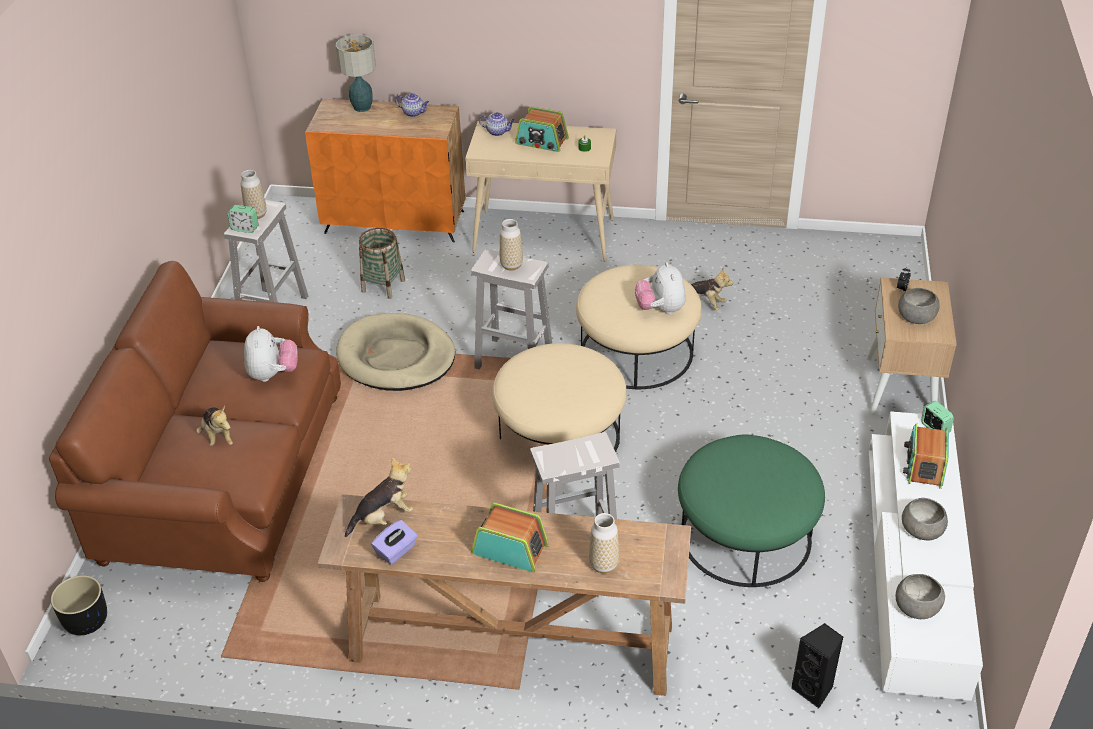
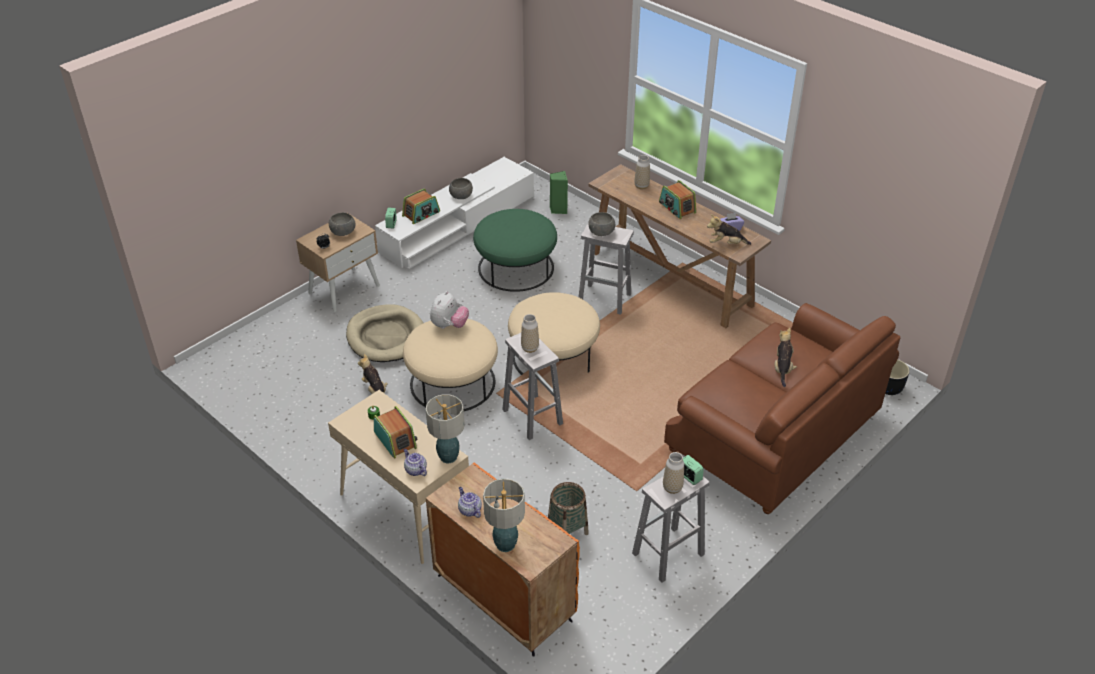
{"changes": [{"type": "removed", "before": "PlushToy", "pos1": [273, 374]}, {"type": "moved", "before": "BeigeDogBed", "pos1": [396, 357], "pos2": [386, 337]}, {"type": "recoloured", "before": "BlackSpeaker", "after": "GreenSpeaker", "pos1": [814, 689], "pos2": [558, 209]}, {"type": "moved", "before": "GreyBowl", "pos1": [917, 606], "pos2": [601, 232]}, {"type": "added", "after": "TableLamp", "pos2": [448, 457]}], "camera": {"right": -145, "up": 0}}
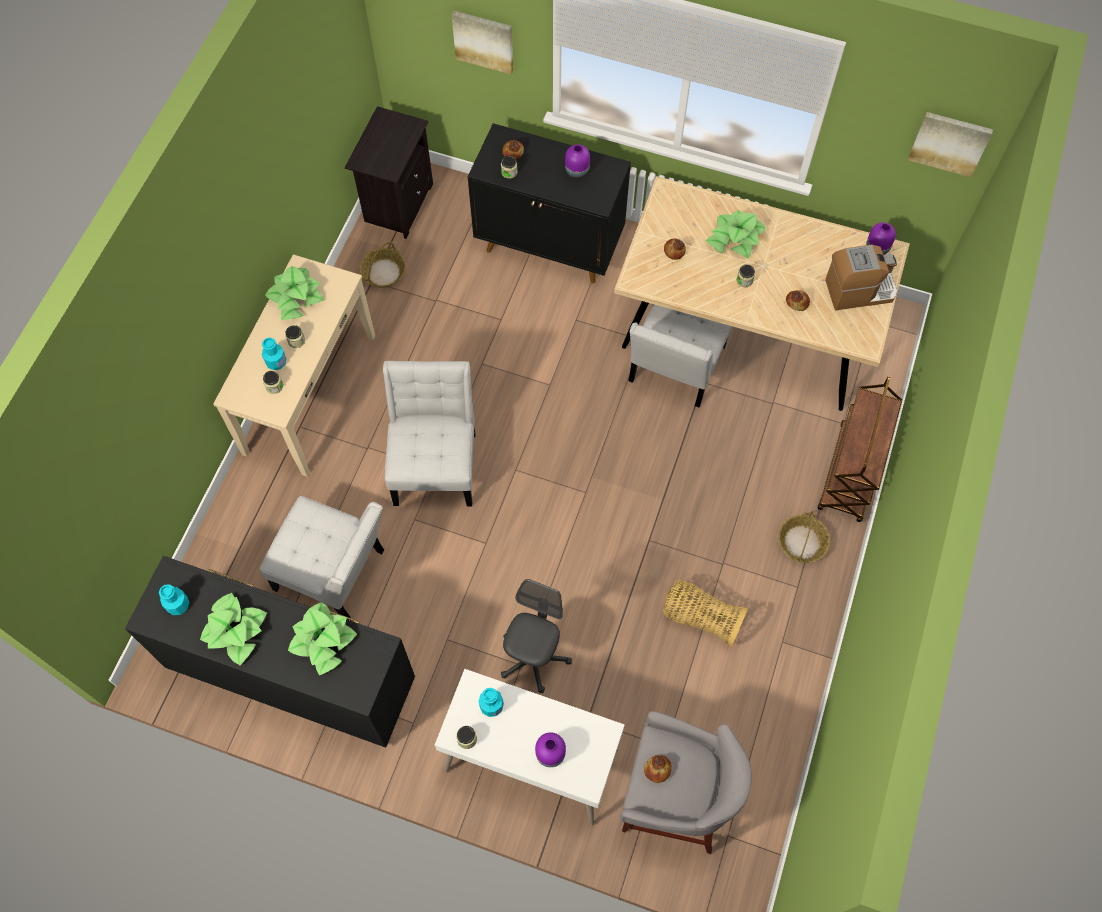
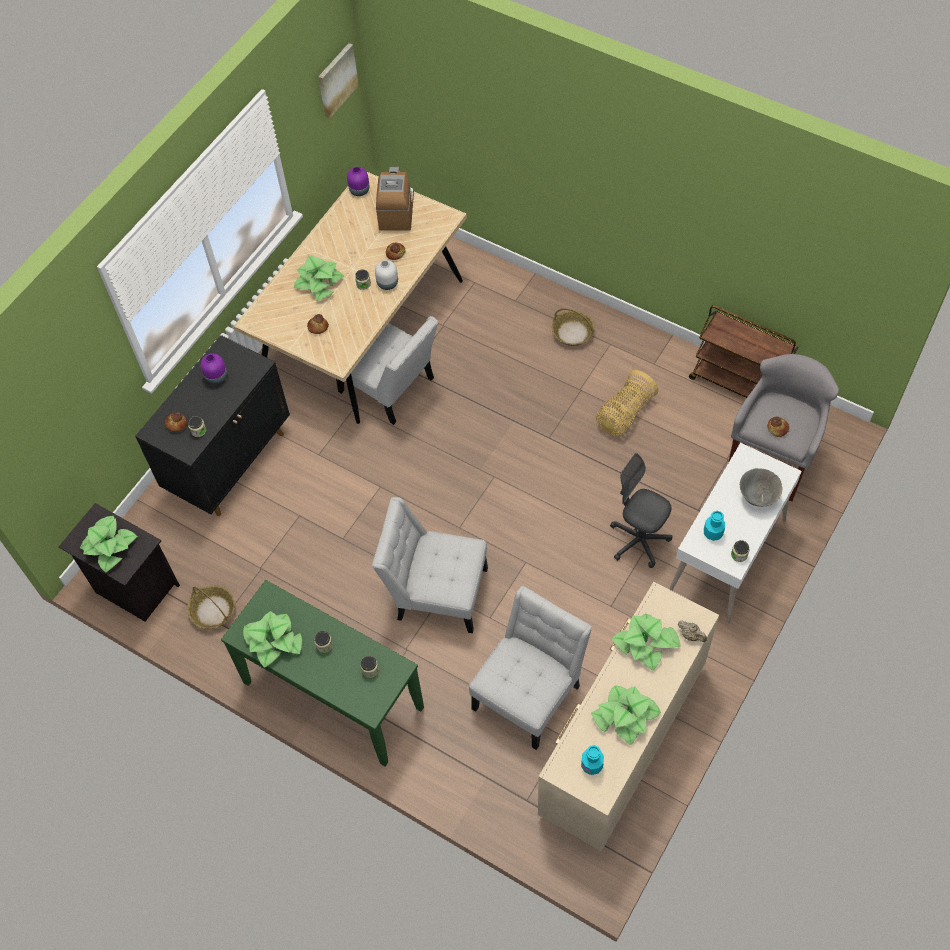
{"changes": [{"type": "recoloured", "before": "BlackDresser", "after": "BeigeDresser", "pos1": [291, 673], "pos2": [621, 741]}, {"type": "recoloured", "before": "BeigeConsoleTable", "after": "GreenConsoleTable", "pos1": [309, 393], "pos2": [332, 695]}, {"type": "removed", "before": "TurquoiseBottle", "pos1": [276, 362]}, {"type": "removed", "before": "Picture", "pos1": [483, 41]}, {"type": "replaced", "before": "PurpleVase", "after": "GreyBowl", "pos1": [550, 753], "pos2": [757, 496]}, {"type": "moved", "before": "BrownCart", "pos1": [850, 473], "pos2": [738, 383]}, {"type": "added", "after": "PottedPlant", "pos2": [109, 545]}, {"type": "added", "after": "WhiteVase", "pos2": [387, 283]}, {"type": "added", "after": "BeigeTeapot", "pos2": [691, 635]}], "camera": {"right": -75, "up": -5}}
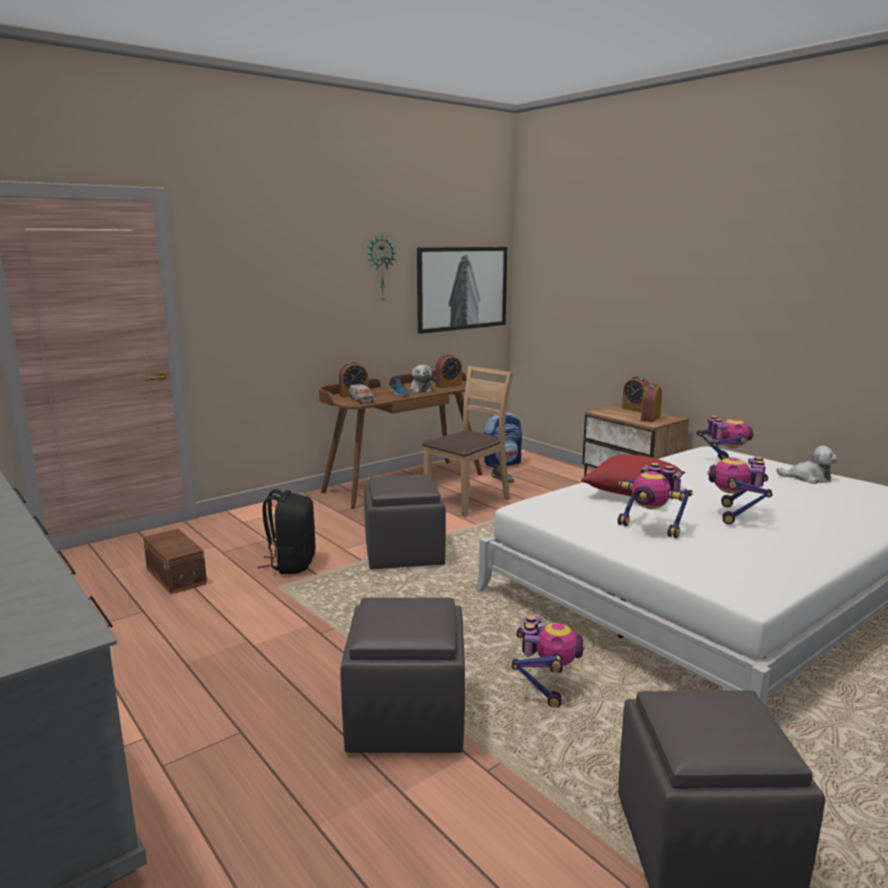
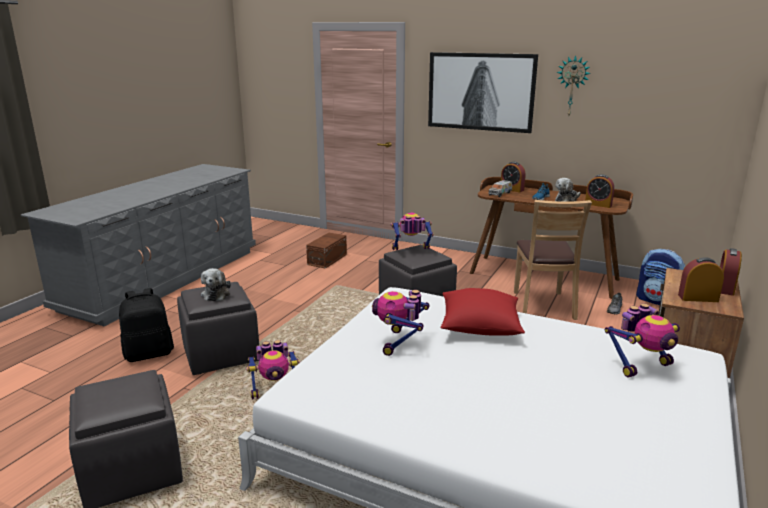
{"changes": [{"type": "moved", "before": "BlackBackpack", "pos1": [291, 564], "pos2": [149, 354]}, {"type": "moved", "before": "Picture", "pos1": [462, 288], "pos2": [481, 91]}, {"type": "turned", "before": "BrownChair", "pos1": [467, 500], "pos2": [543, 306], "turn": 75}, {"type": "moved", "before": "ToyRobot", "pos1": [736, 515], "pos2": [411, 251]}, {"type": "moved", "before": "PlushToy", "pos1": [808, 478], "pos2": [216, 294]}], "camera": {"right": 65, "up": 5}}
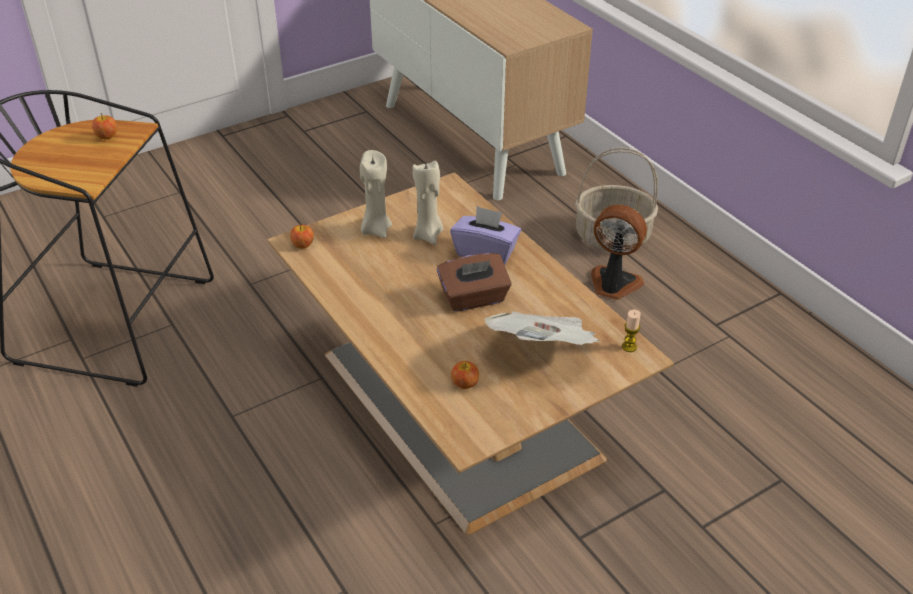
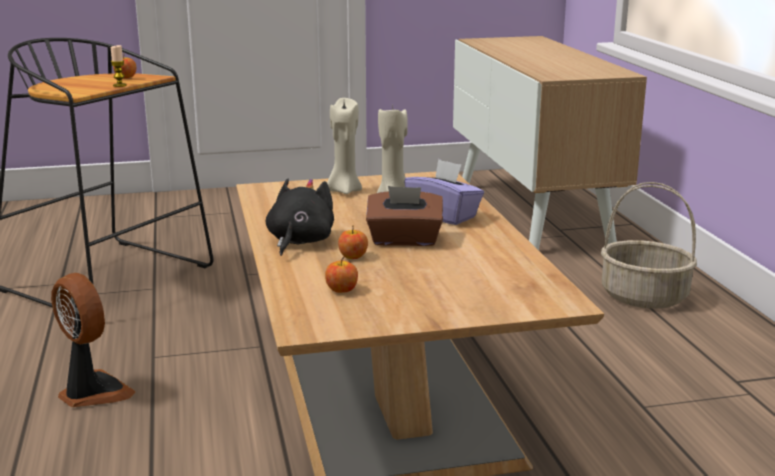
{"changes": [{"type": "moved", "before": "Apple", "pos1": [303, 245], "pos2": [353, 257]}, {"type": "removed", "before": "Newspaper", "pos1": [543, 350]}, {"type": "moved", "before": "Fan", "pos1": [613, 285], "pos2": [92, 393]}, {"type": "moved", "before": "Candle", "pos1": [629, 347], "pos2": [119, 85]}, {"type": "added", "after": "BlackPlushToy", "pos2": [299, 241]}], "camera": {"right": 20, "up": -20}}
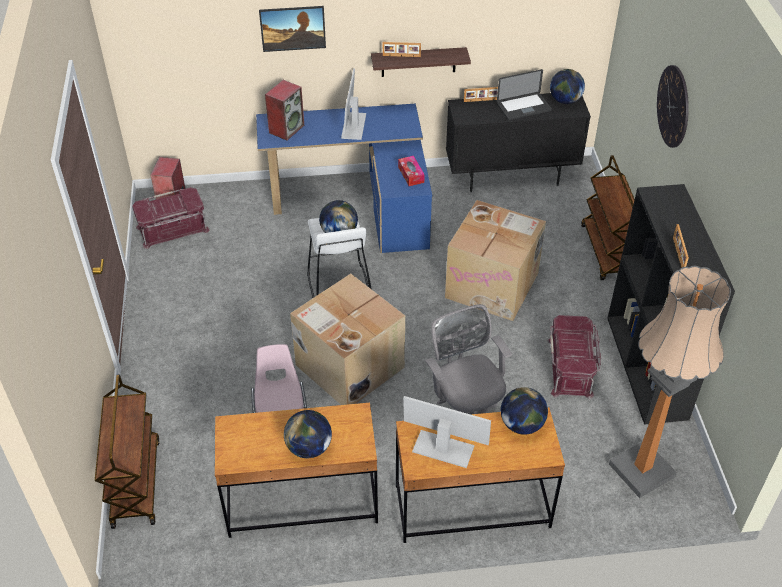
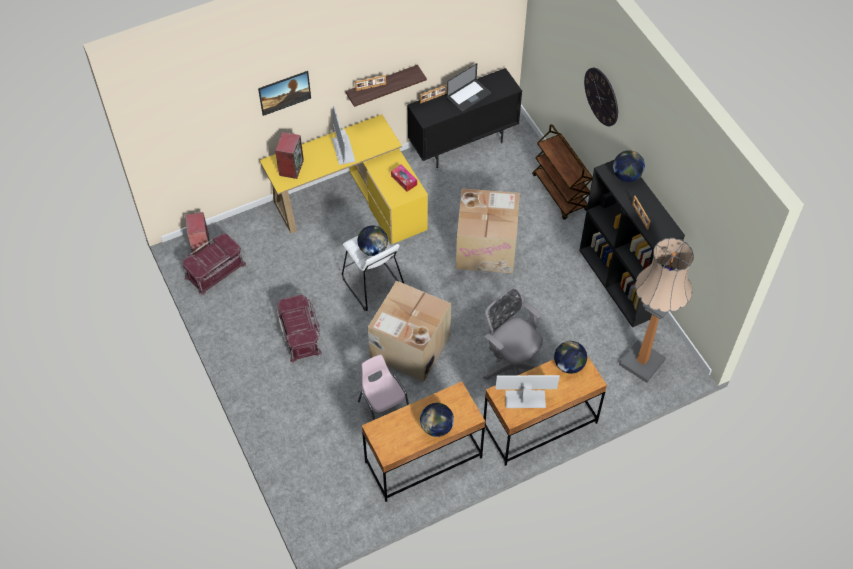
{"changes": [{"type": "removed", "before": "BrownCart", "pos1": [135, 482]}, {"type": "recoloured", "before": "BlueDesk", "after": "YellowDesk", "pos1": [358, 202], "pos2": [353, 202]}, {"type": "moved", "before": "RedStorageBox", "pos1": [571, 367], "pos2": [300, 334]}, {"type": "moved", "before": "Globe", "pos1": [565, 100], "pos2": [626, 176]}], "camera": {"right": -20, "up": 10}}
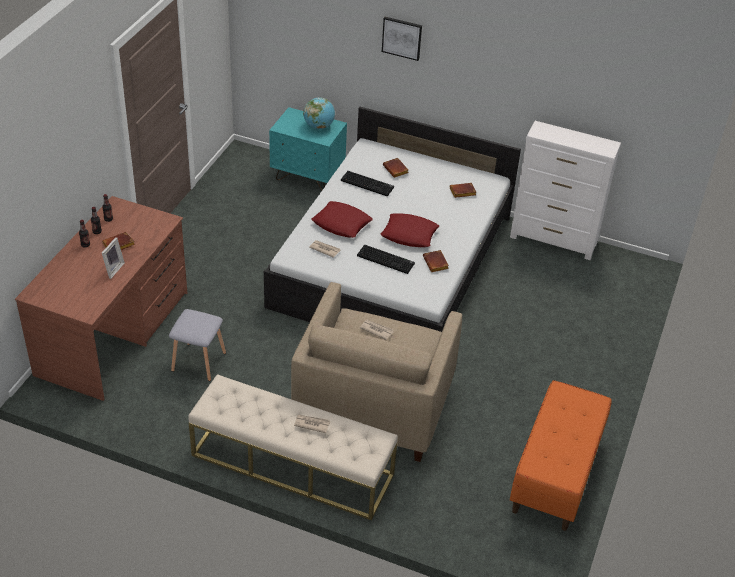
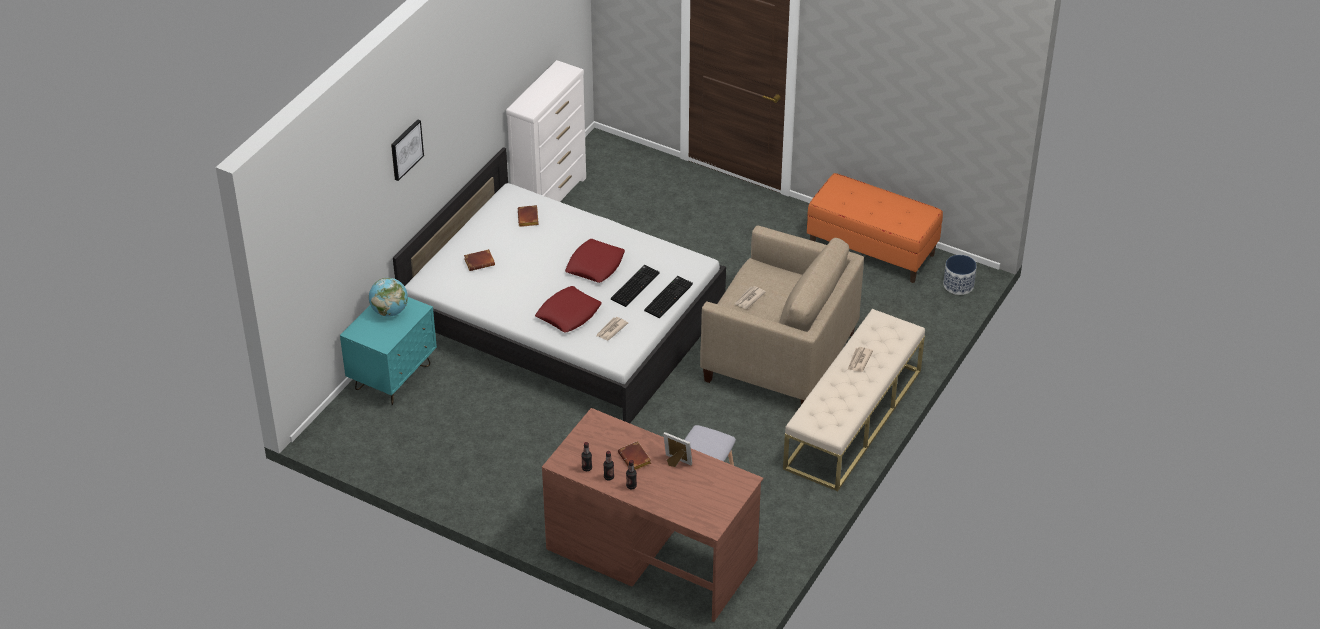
{"changes": [{"type": "moved", "before": "Keyboard", "pos1": [368, 184], "pos2": [668, 297]}, {"type": "removed", "before": "BrownBook", "pos1": [436, 263]}, {"type": "added", "after": "Planter", "pos2": [958, 285]}], "camera": {"right": -80, "up": 0}}
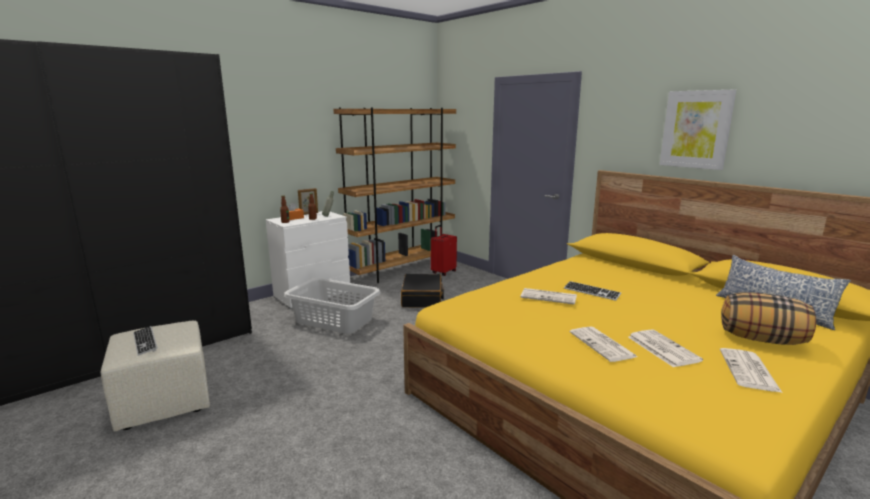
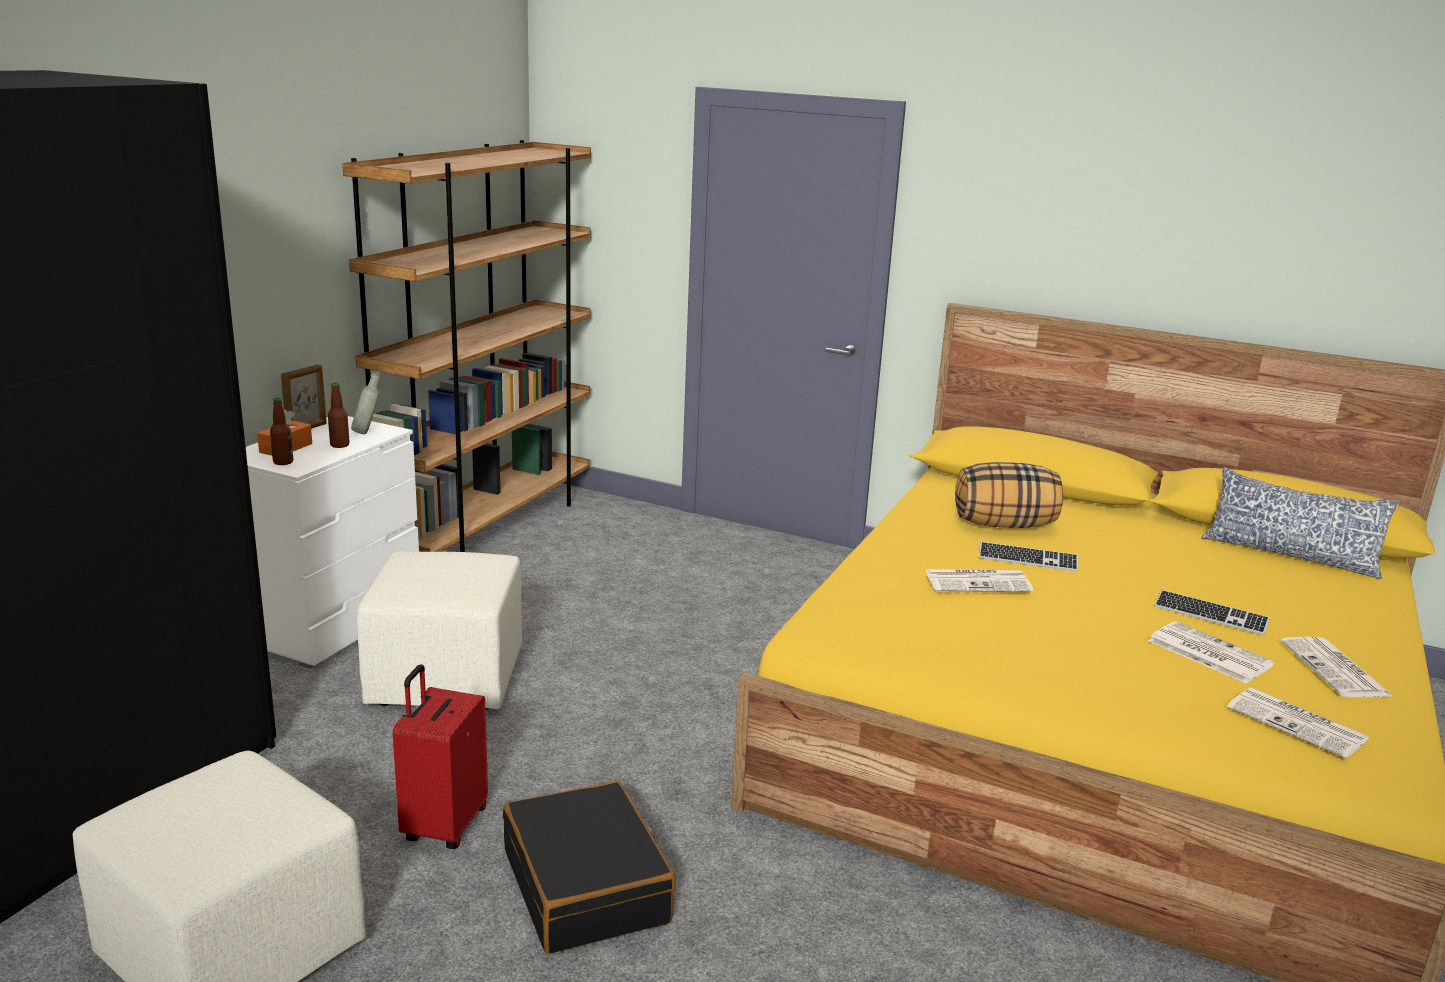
{"changes": [{"type": "moved", "before": "Keyboard", "pos1": [145, 342], "pos2": [1210, 615]}, {"type": "replaced", "before": "GreyLaundryBasket", "after": "BeigeOttoman", "pos1": [334, 321], "pos2": [447, 681]}, {"type": "moved", "before": "BlackSuitcase", "pos1": [422, 298], "pos2": [587, 886]}, {"type": "moved", "before": "RedSuitcase", "pos1": [443, 272], "pos2": [443, 825]}, {"type": "moved", "before": "Newspaper", "pos1": [603, 345], "pos2": [1299, 724]}, {"type": "removed", "before": "Picture", "pos1": [696, 129]}, {"type": "moved", "before": "Pillow", "pos1": [761, 339], "pos2": [1004, 524]}], "camera": {"right": -25, "up": 5}}
